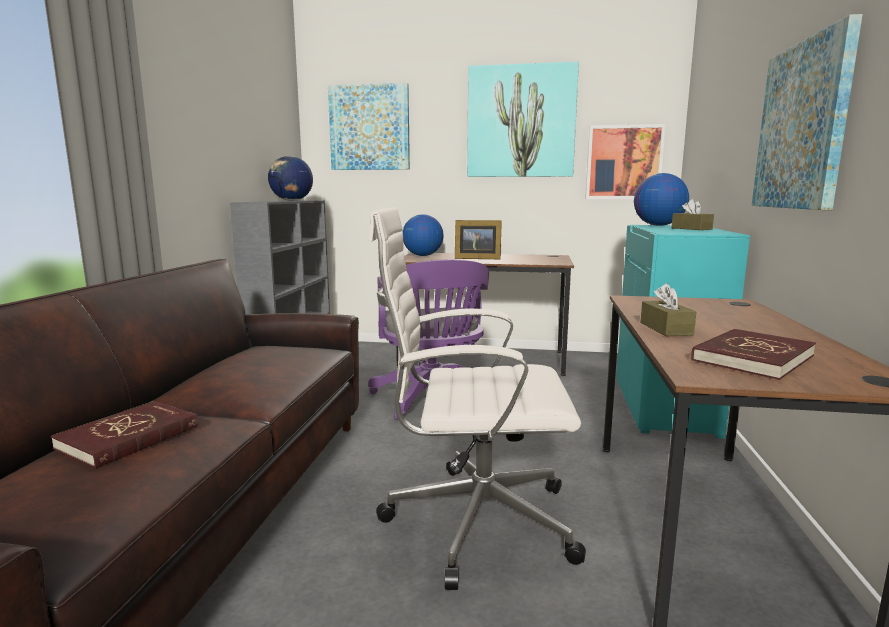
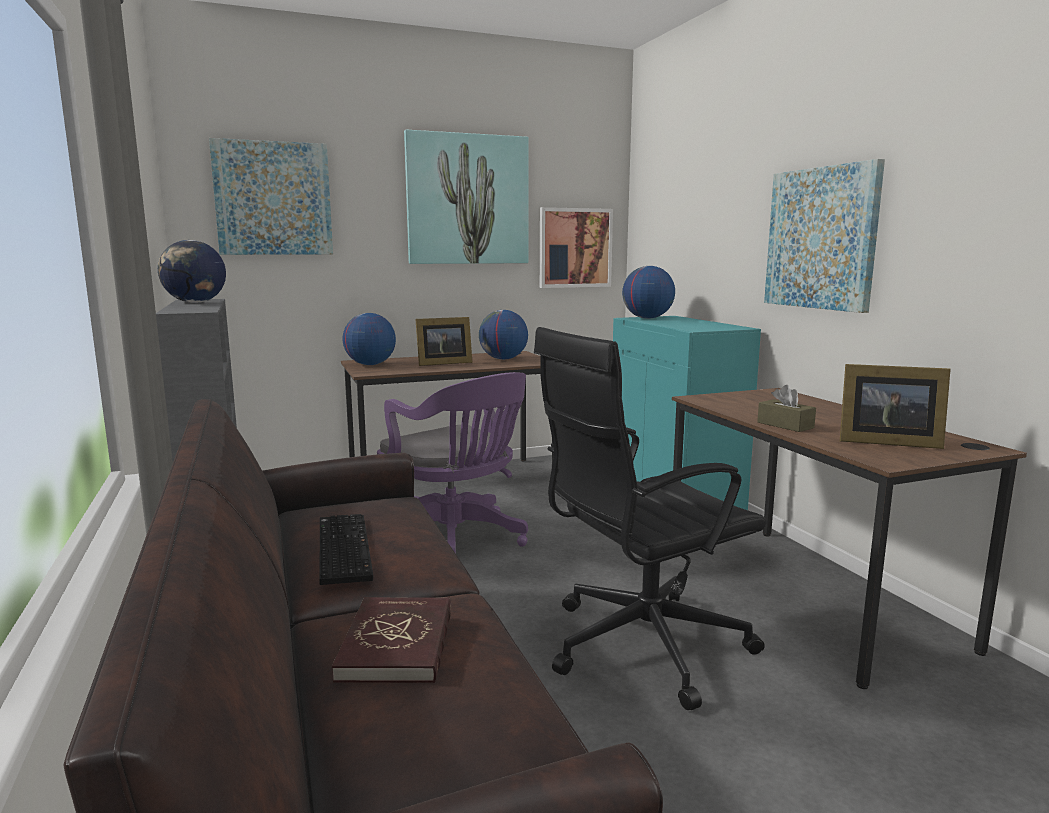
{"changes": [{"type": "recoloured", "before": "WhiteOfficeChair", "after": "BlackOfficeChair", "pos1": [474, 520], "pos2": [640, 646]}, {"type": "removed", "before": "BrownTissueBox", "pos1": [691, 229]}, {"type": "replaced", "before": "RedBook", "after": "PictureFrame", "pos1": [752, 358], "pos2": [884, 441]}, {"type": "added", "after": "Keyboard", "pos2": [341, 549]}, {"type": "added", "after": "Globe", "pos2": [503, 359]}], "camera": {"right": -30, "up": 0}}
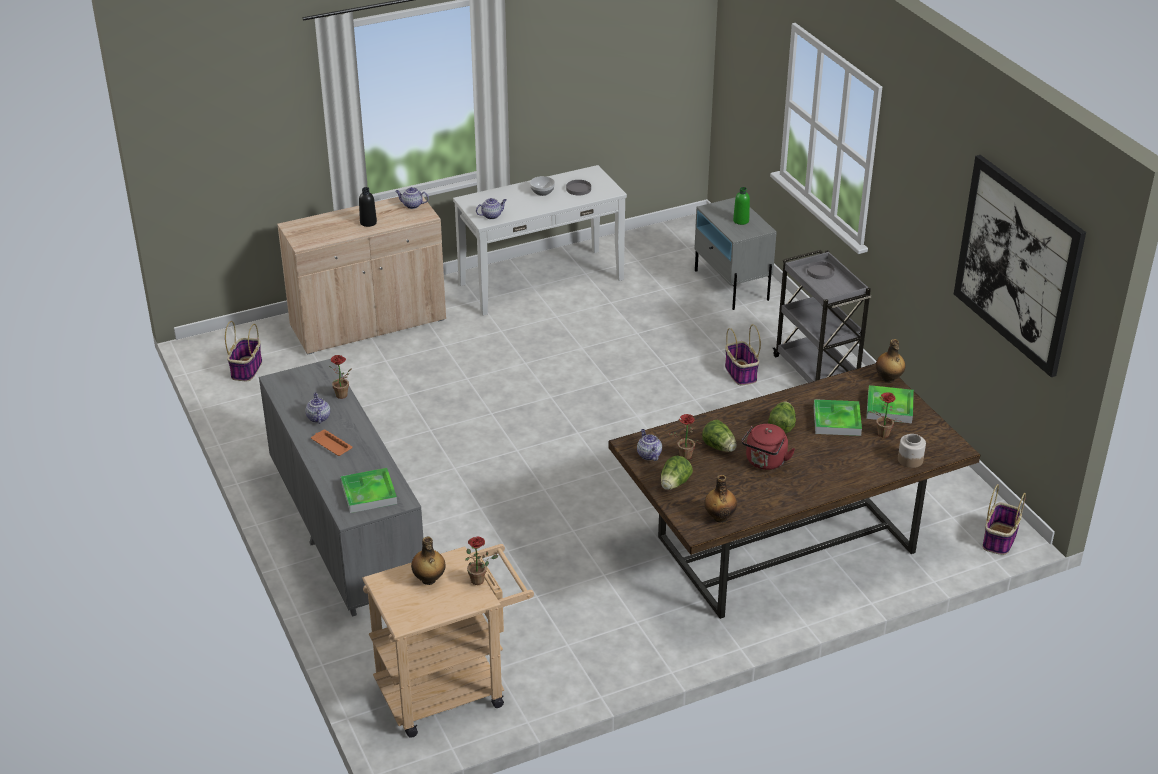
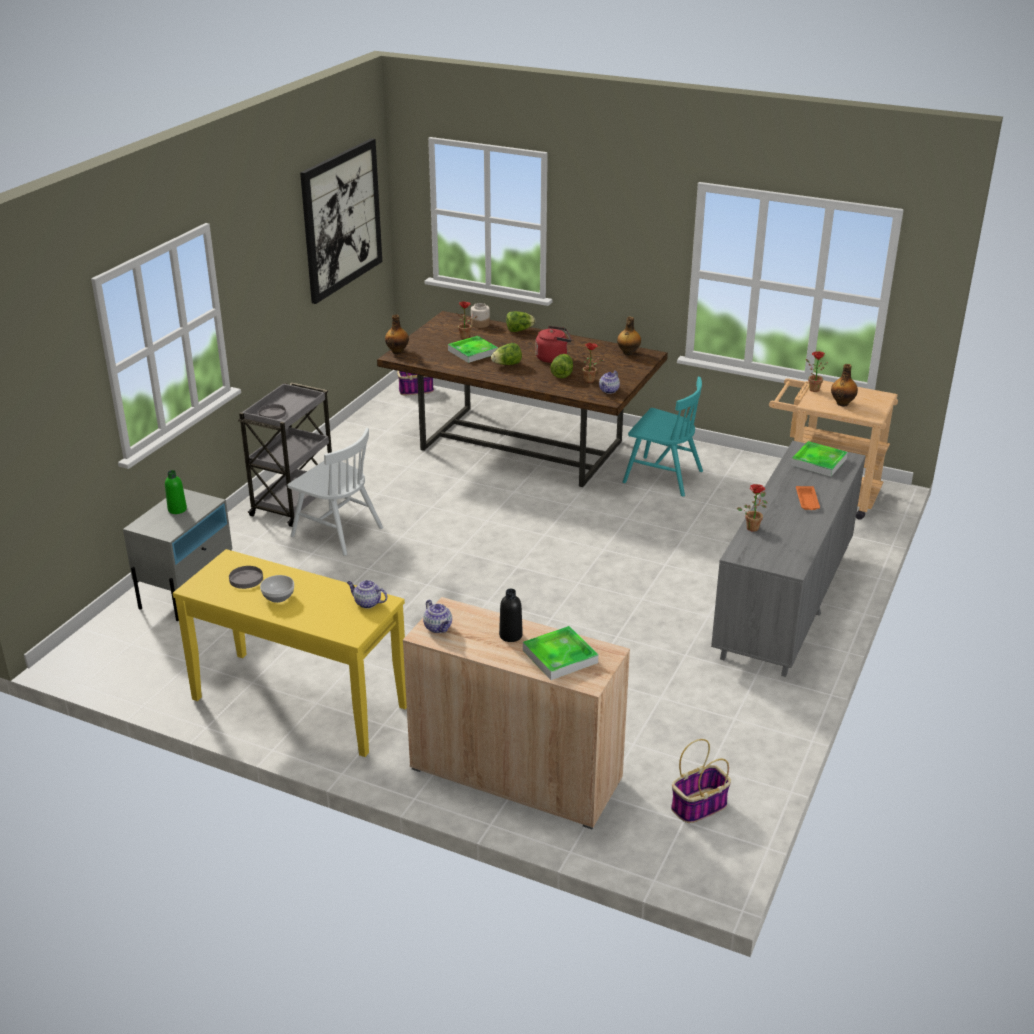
{"changes": [{"type": "removed", "before": "Teapot", "pos1": [318, 417]}, {"type": "recoloured", "before": "WhiteConsoleTable", "after": "YellowConsoleTable", "pos1": [541, 281], "pos2": [299, 703]}, {"type": "moved", "before": "Lettuce", "pos1": [674, 484], "pos2": [519, 330]}, {"type": "replaced", "before": "Basket", "after": "WhiteChair", "pos1": [740, 373], "pos2": [336, 532]}, {"type": "moved", "before": "Tray", "pos1": [889, 407], "pos2": [560, 656]}, {"type": "added", "after": "TurquoiseChair", "pos2": [662, 476]}], "camera": {"right": -130, "up": -5}}
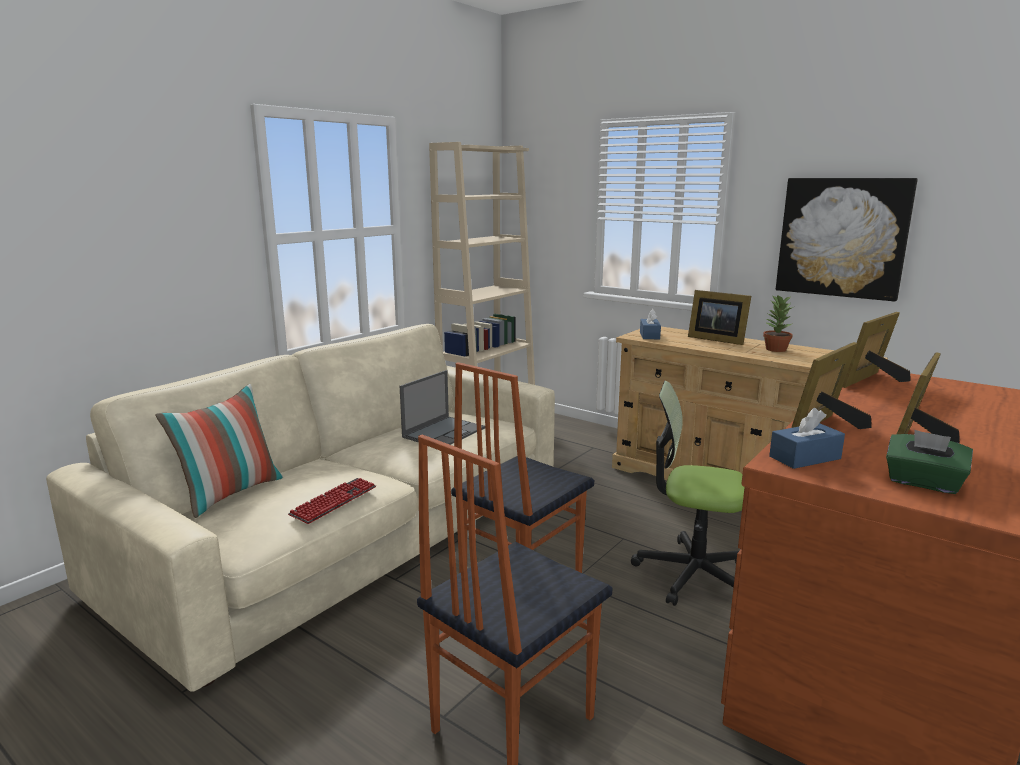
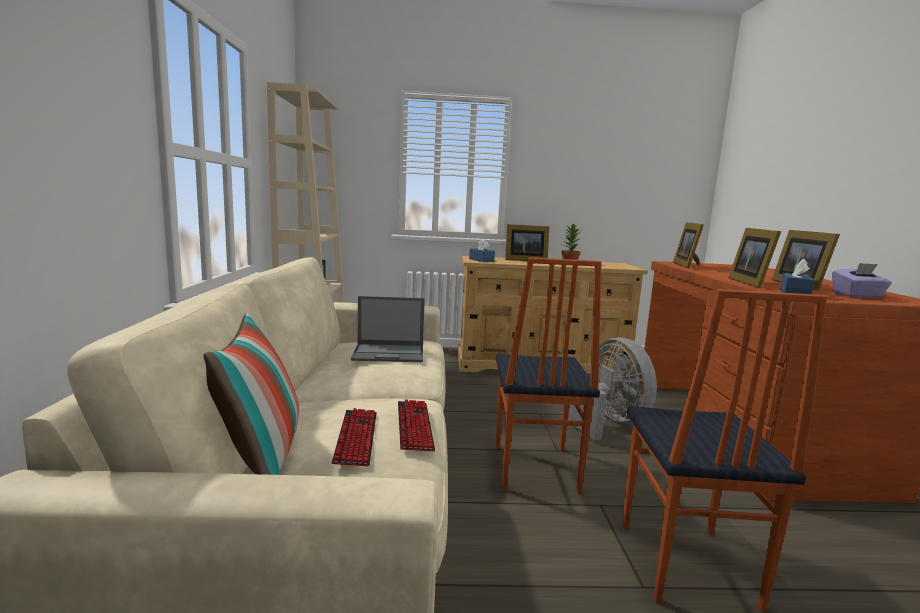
{"changes": [{"type": "turned", "before": "Laptop", "pos1": [444, 432], "pos2": [390, 353], "turn": 90}, {"type": "replaced", "before": "OfficeChair", "after": "GreyFan", "pos1": [692, 574], "pos2": [609, 422]}, {"type": "removed", "before": "Picture", "pos1": [842, 237]}, {"type": "recoloured", "before": "GreenTissueBox", "after": "PurpleTissueBox", "pos1": [923, 483], "pos2": [857, 296]}, {"type": "added", "after": "Keyboard", "pos2": [356, 437]}], "camera": {"right": -40, "up": -5}}
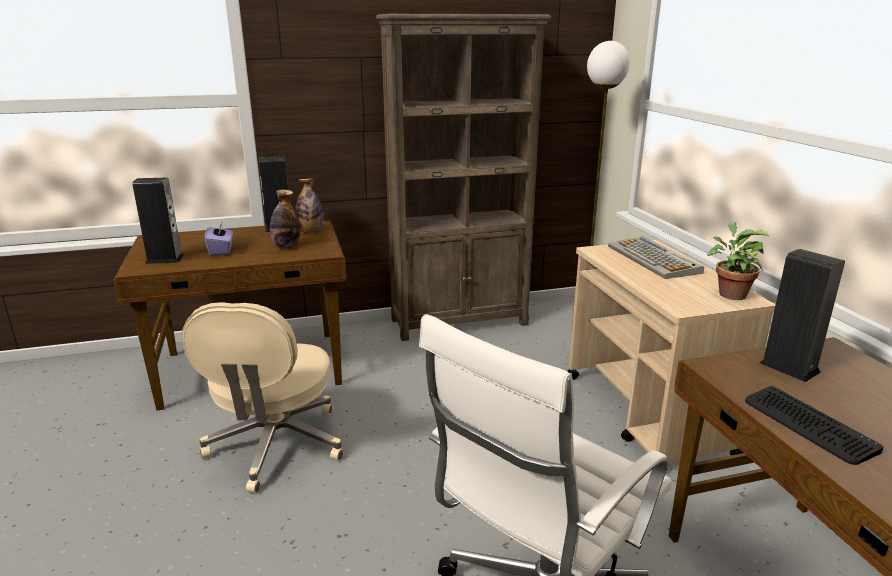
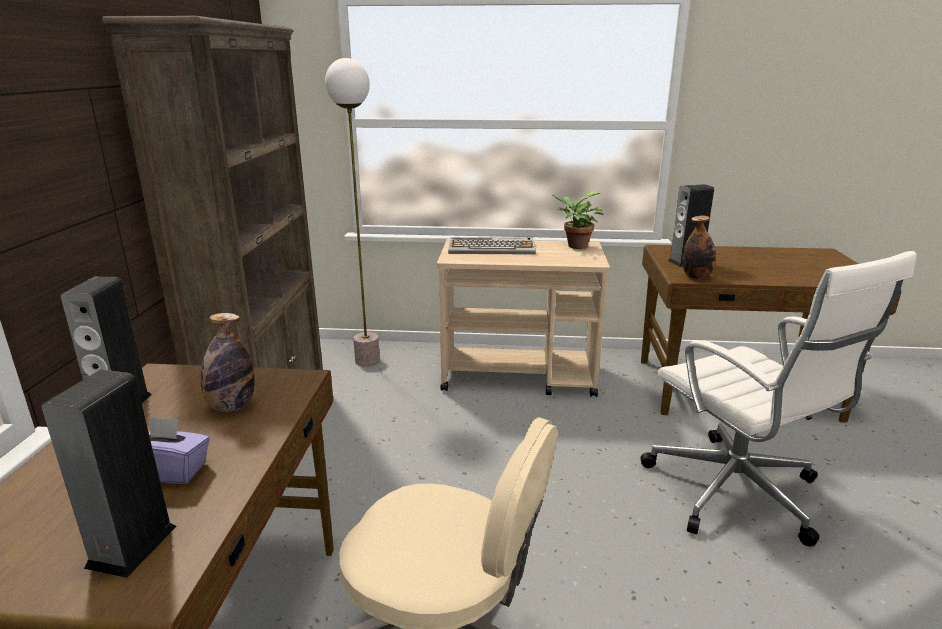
{"changes": [{"type": "moved", "before": "Bottle", "pos1": [310, 232], "pos2": [696, 277]}, {"type": "removed", "before": "Keyboard", "pos1": [808, 425]}], "camera": {"right": -70, "up": 0}}
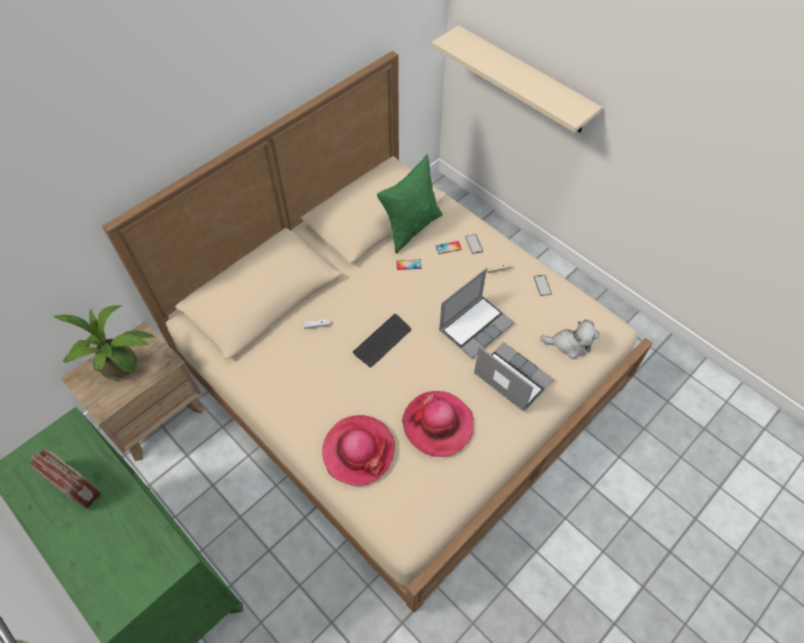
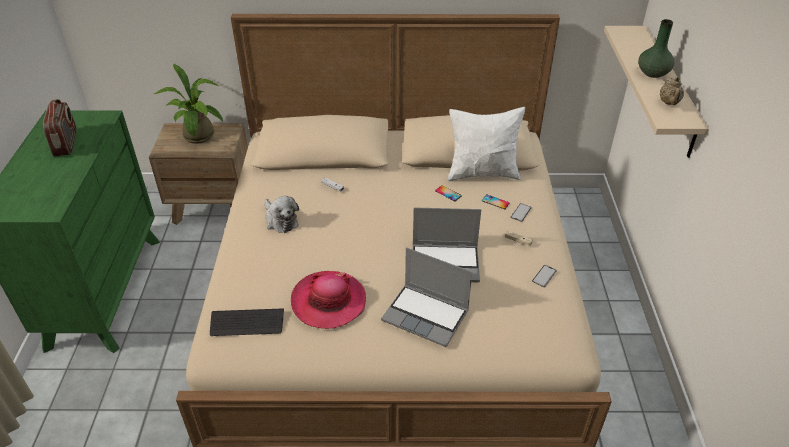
{"changes": [{"type": "removed", "before": "Hat", "pos1": [358, 451]}, {"type": "moved", "before": "Keyboard", "pos1": [382, 341], "pos2": [247, 323]}, {"type": "recoloured", "before": "GreenPillow", "after": "WhitePillow", "pos1": [411, 228], "pos2": [482, 173]}, {"type": "turned", "before": "Laptop", "pos1": [511, 377], "pos2": [426, 315], "turn": 120}, {"type": "moved", "before": "PlushToy", "pos1": [570, 344], "pos2": [280, 220]}, {"type": "added", "after": "GreenVase", "pos2": [653, 73]}, {"type": "added", "after": "BeigeTeapot", "pos2": [669, 103]}], "camera": {"right": 45, "up": -15}}
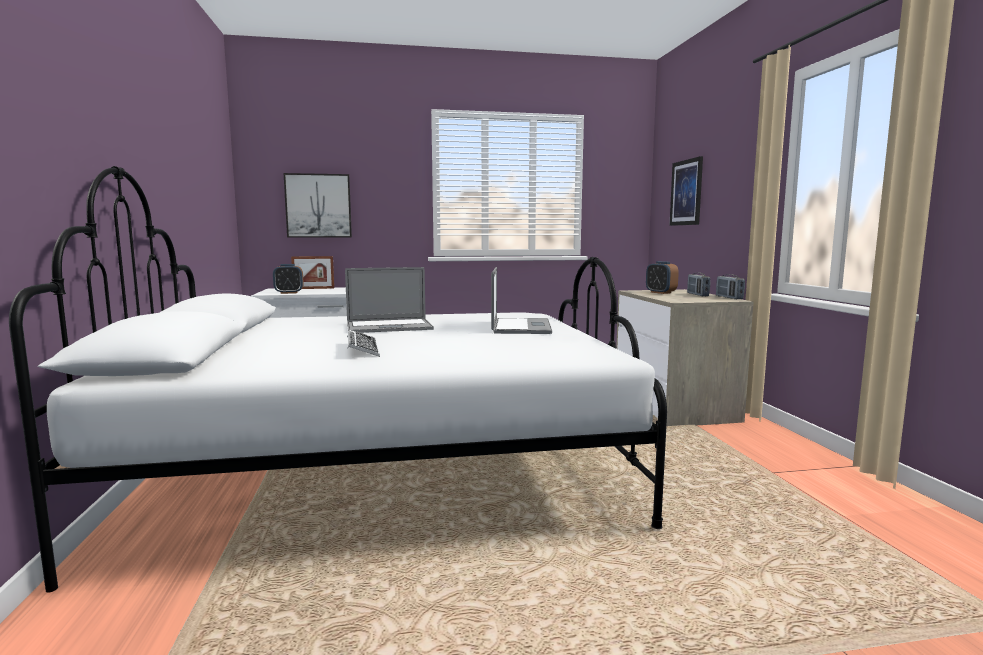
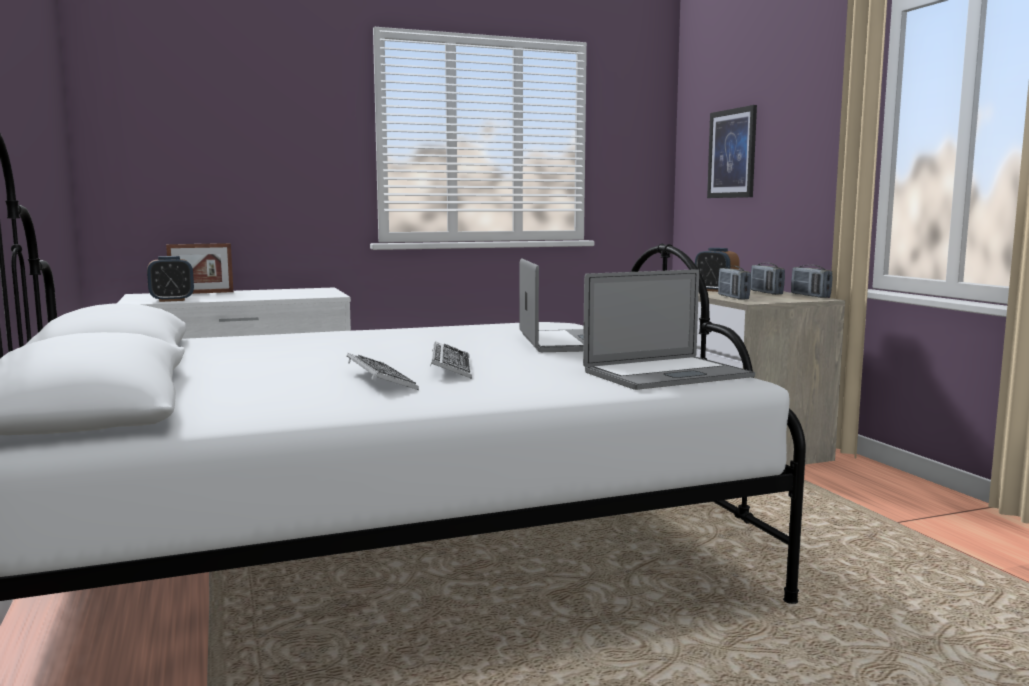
{"changes": [{"type": "removed", "before": "Picture", "pos1": [318, 206]}, {"type": "moved", "before": "Laptop", "pos1": [389, 327], "pos2": [667, 374]}, {"type": "added", "after": "Keyboard", "pos2": [451, 367]}, {"type": "added", "after": "Radio", "pos2": [733, 297]}], "camera": {"right": -10, "up": 0}}
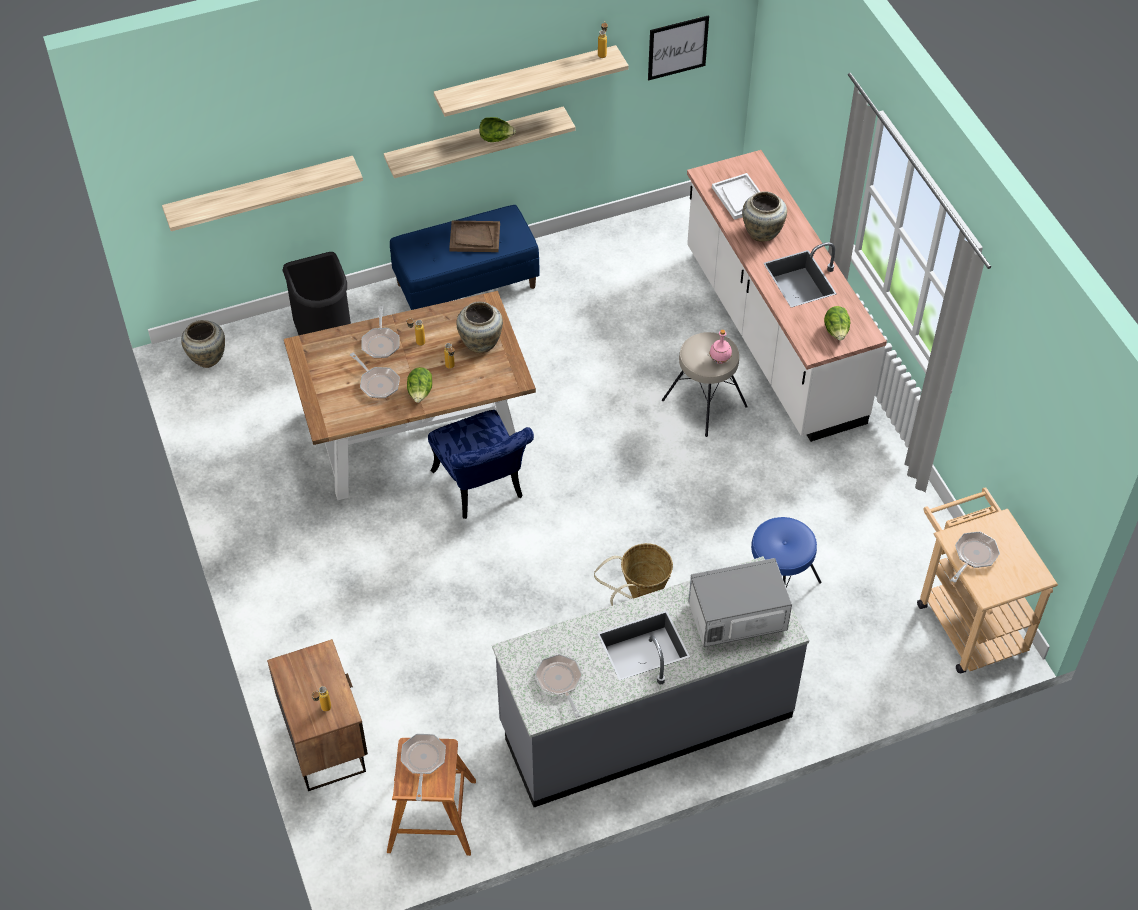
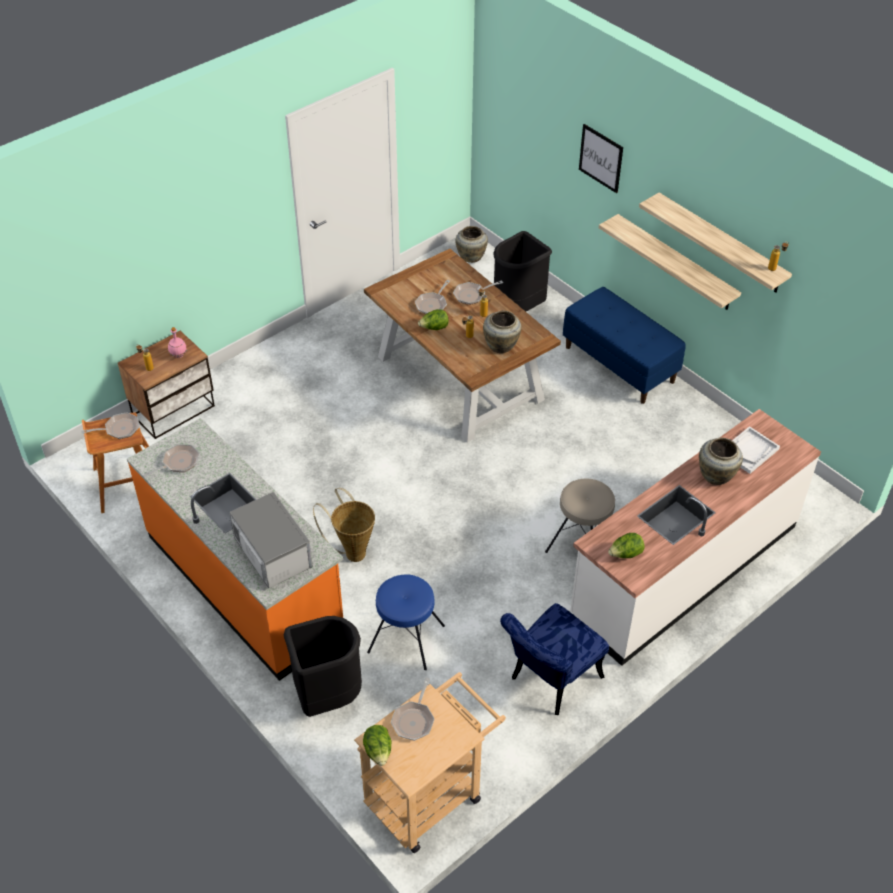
{"changes": [{"type": "removed", "before": "Shelf", "pos1": [260, 192]}, {"type": "moved", "before": "BlueChair", "pos1": [482, 489], "pos2": [550, 681]}, {"type": "removed", "before": "BrownTray", "pos1": [474, 238]}, {"type": "moved", "before": "Lettuce", "pos1": [496, 139], "pos2": [378, 751]}, {"type": "recoloured", "before": "GreyCounter", "after": "OrangeCounter", "pos1": [645, 720], "pos2": [245, 583]}, {"type": "moved", "before": "Picture", "pos1": [677, 47], "pos2": [601, 158]}, {"type": "moved", "before": "PinkBottle", "pos1": [720, 360], "pos2": [178, 355]}, {"type": "turned", "before": "FryingPan", "pos1": [973, 556], "pos2": [414, 720], "turn": 90}, {"type": "added", "after": "BlackTrashCan", "pos2": [327, 697]}], "camera": {"right": 70, "up": -5}}
